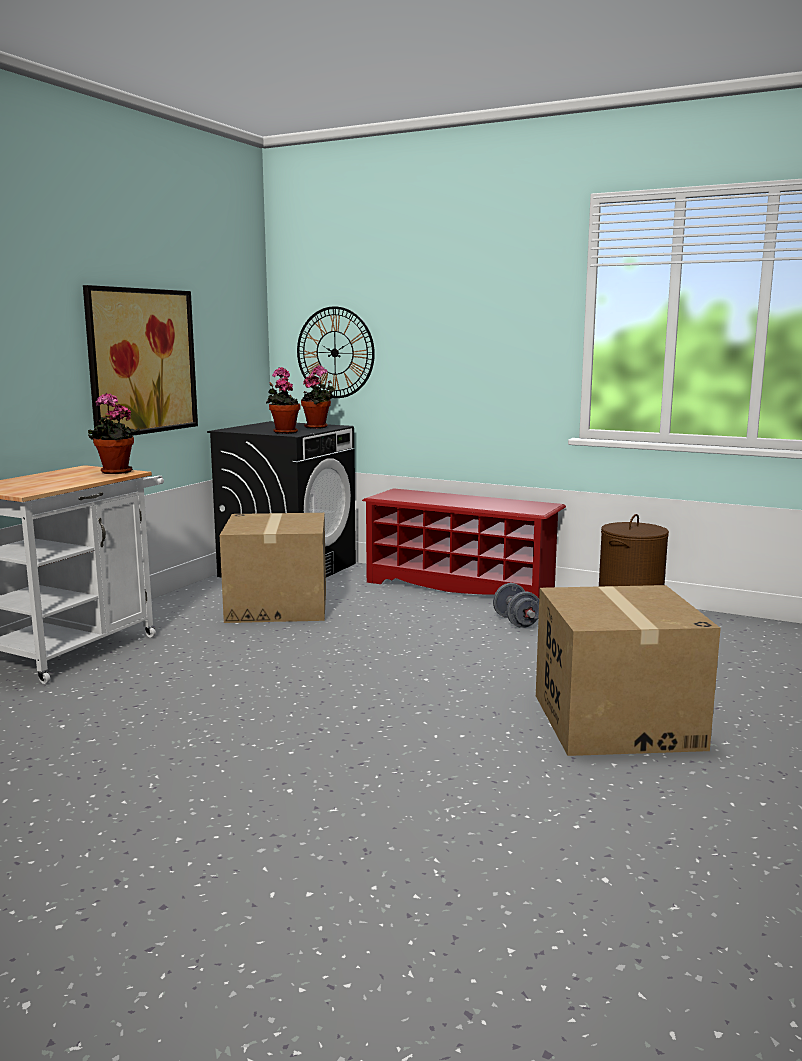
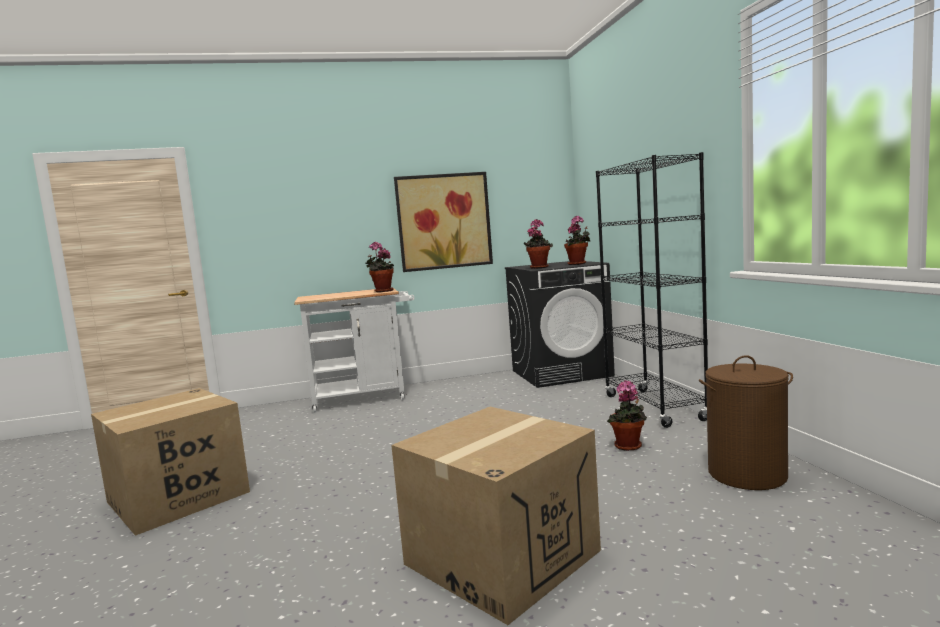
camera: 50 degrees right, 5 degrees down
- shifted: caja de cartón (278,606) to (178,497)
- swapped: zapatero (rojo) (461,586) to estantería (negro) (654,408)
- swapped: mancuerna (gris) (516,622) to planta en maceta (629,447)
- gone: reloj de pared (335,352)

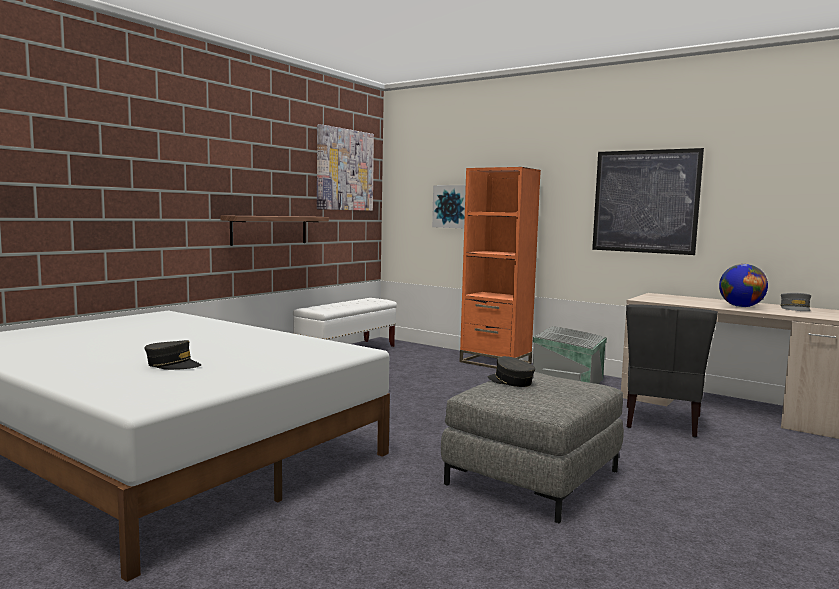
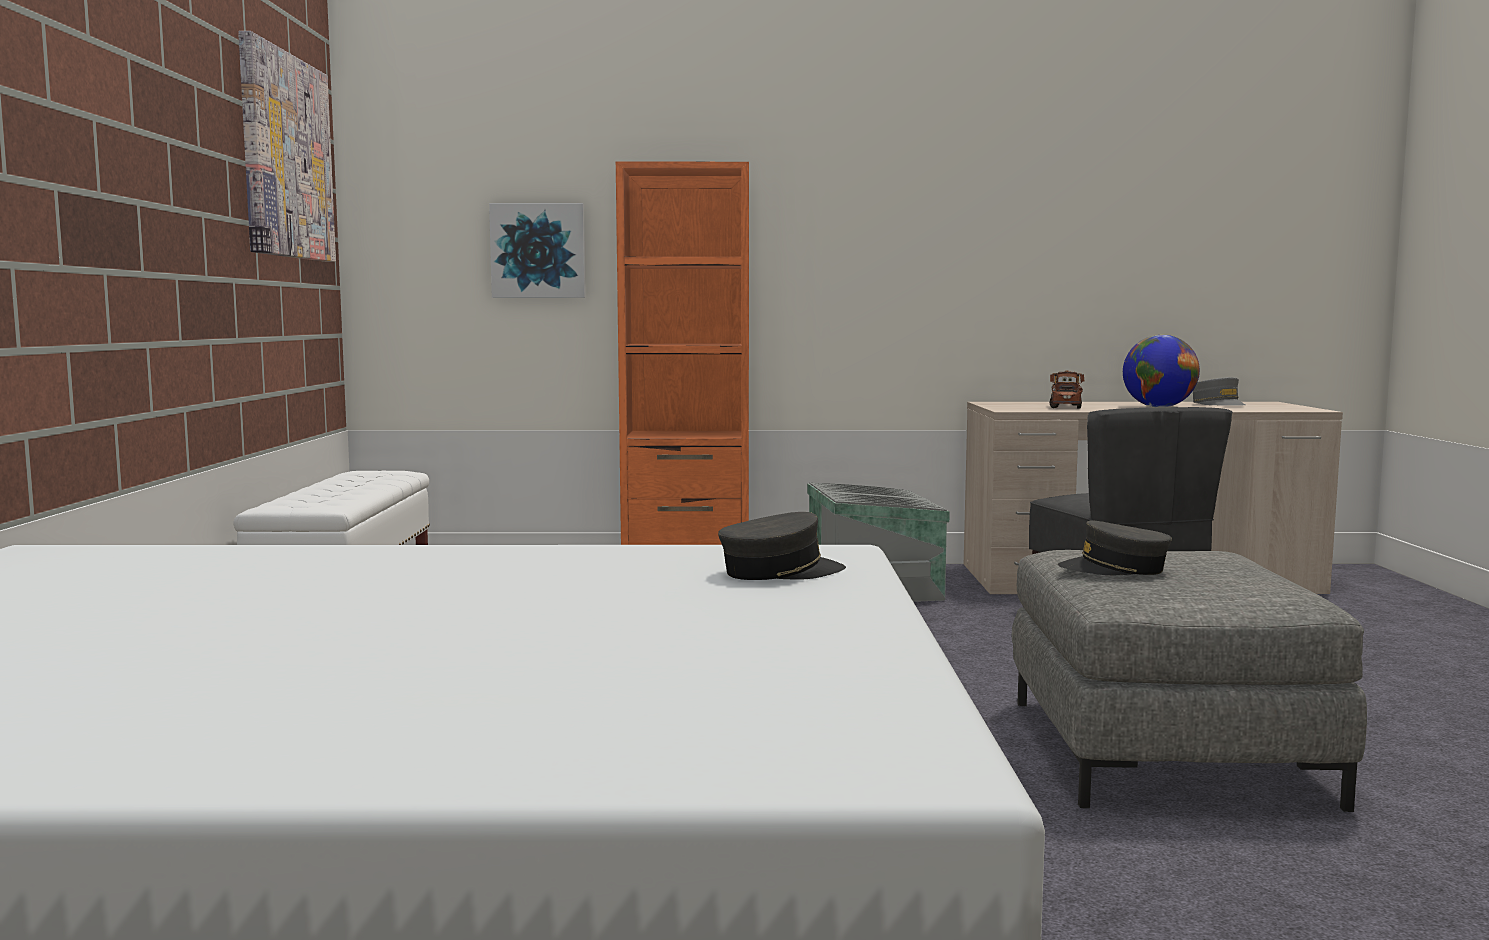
camera: 35 degrees left, 0 degrees up
- shifted: gorra (gris) (173,365) to (780,572)
- new: camión de juguete (1065,406)
- gone: estante (269,230)
- gone: cuadro (645,201)

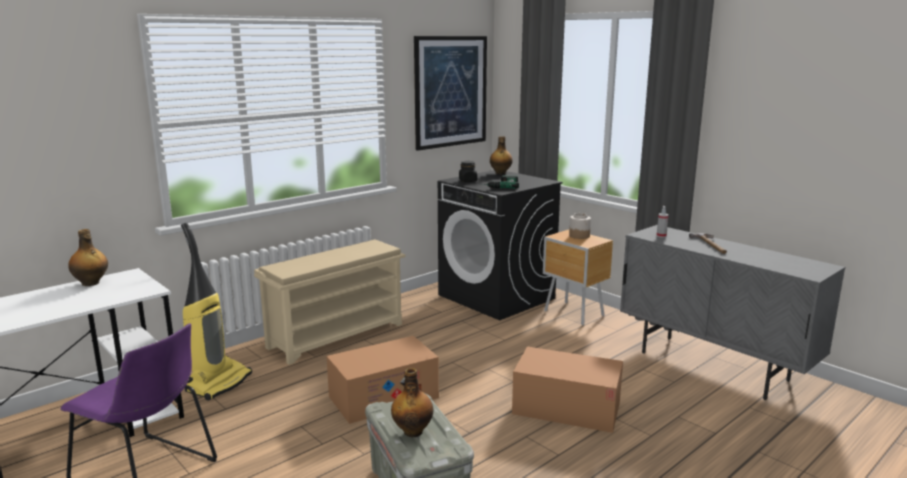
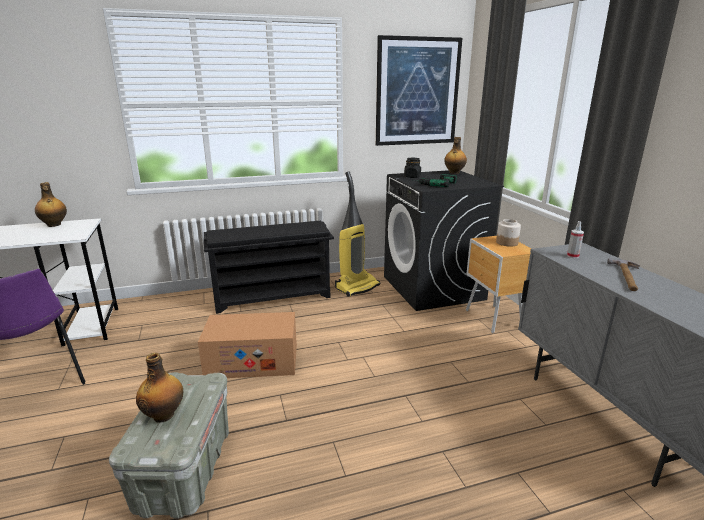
camera: 25 degrees right, 5 degrees up
- repainted: zapatero (beis) (337,335) to zapatero (negro) (273,296)
- shifted: aspiradora (218,383) to (357,287)
- gone: caja de cartón (566,408)

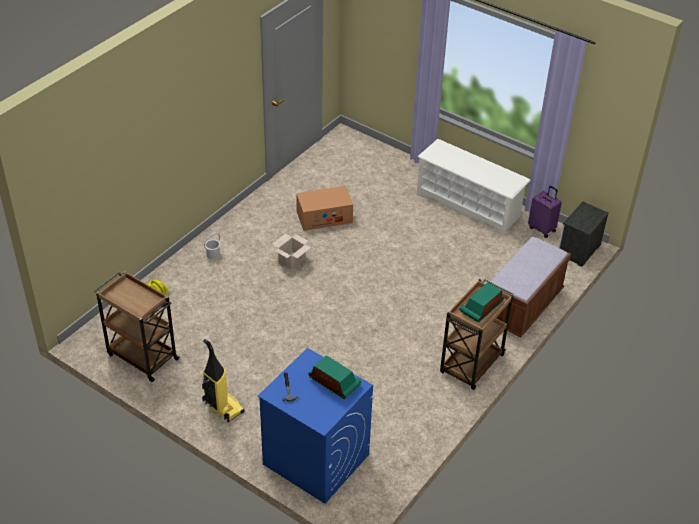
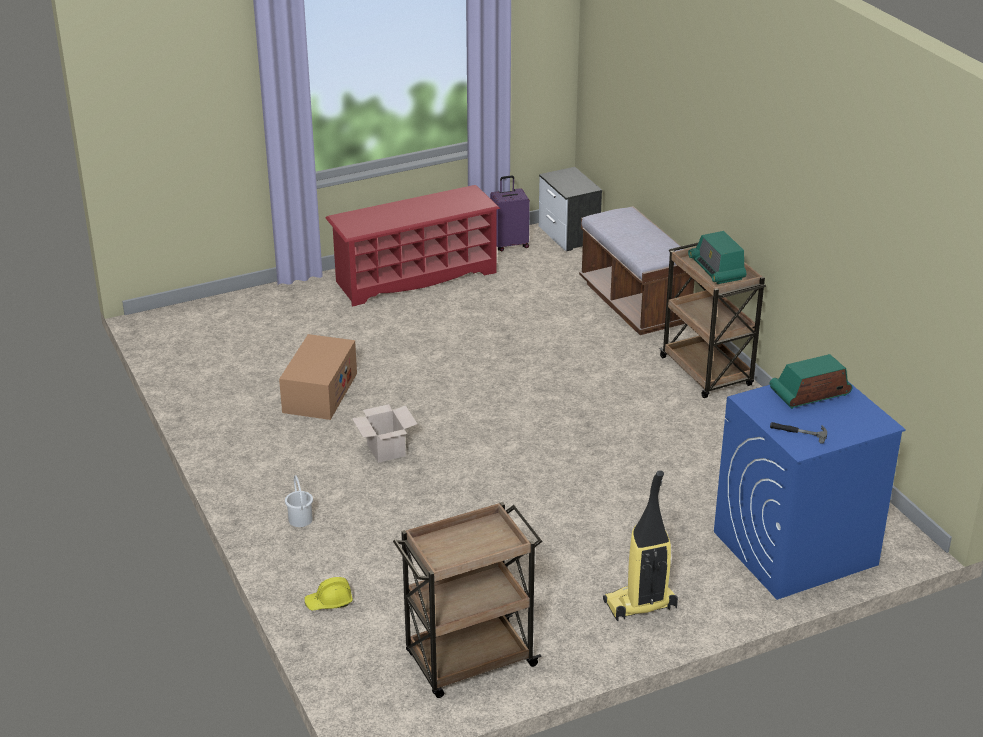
camera: 60 degrees left, 10 degrees down
- repainted: zapatero (blanco) (468,205) to zapatero (rojo) (415,277)

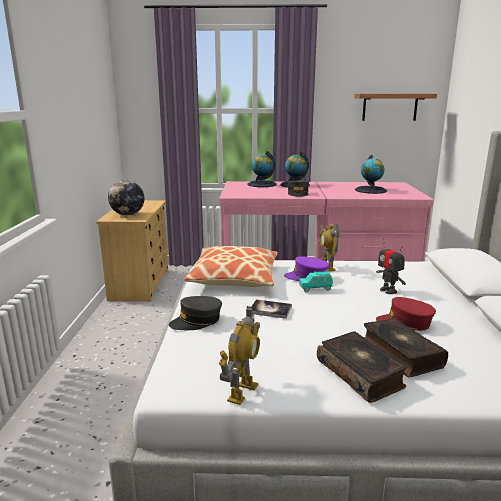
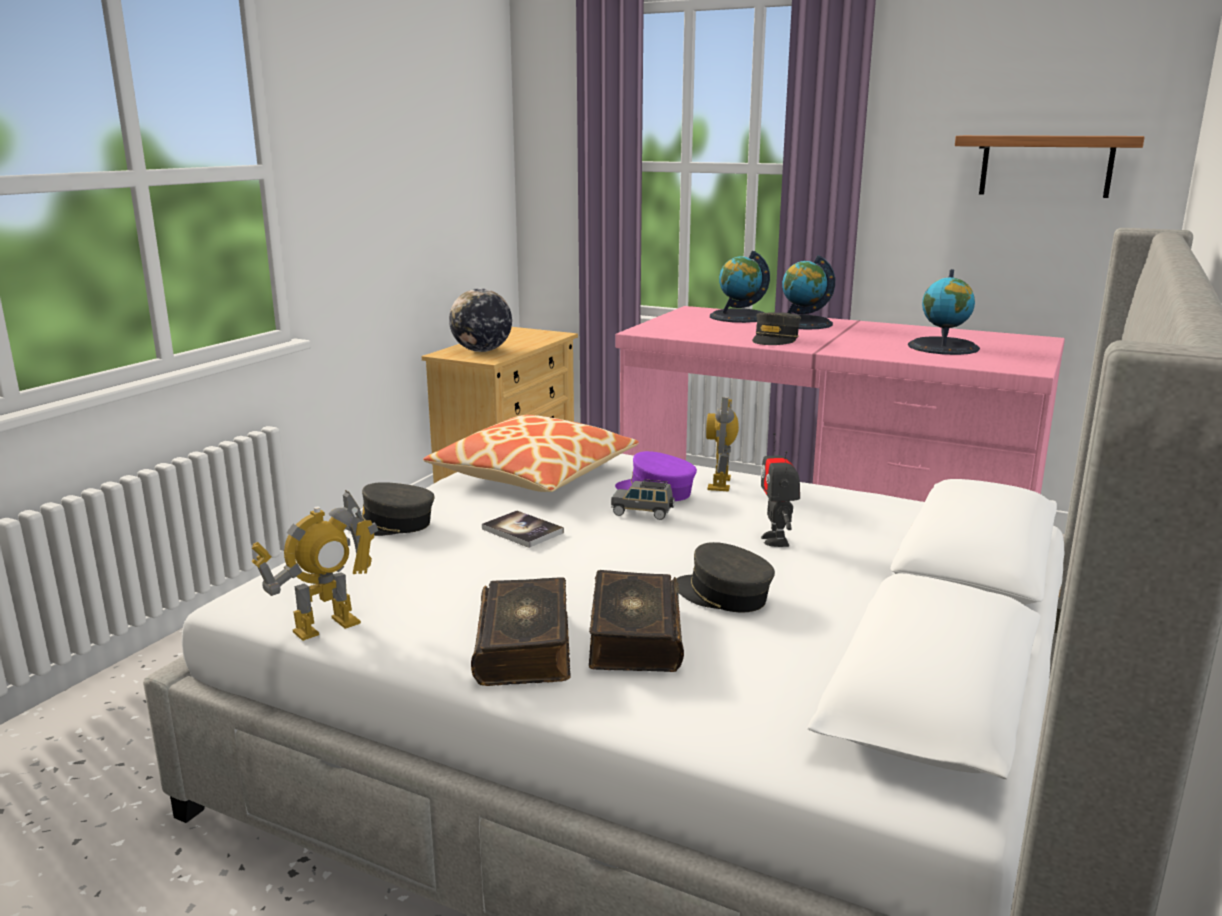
camera: 25 degrees right, 0 degrees up
- repainted: coche de juguete (turquesa) (315,289) to coche de juguete (gris) (643,513)
- repainted: gorra (rojo) (405,323) to gorra (gris) (722,595)

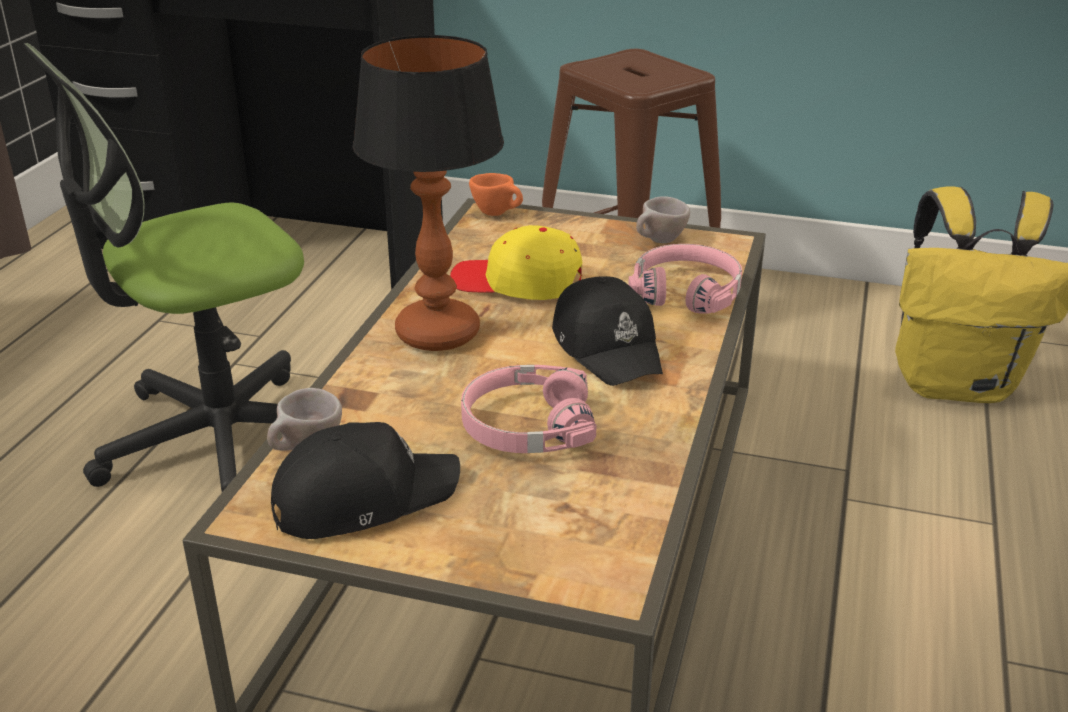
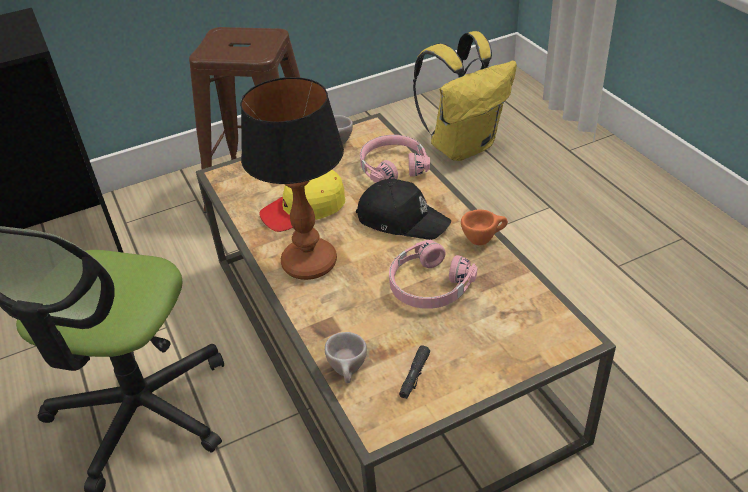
camera: 40 degrees left, 10 degrees up
- swapped: gorra (negro) (363,498) to linterna (negro) (414,376)
- shifted: taza (naranja) (498,214) to (483,239)

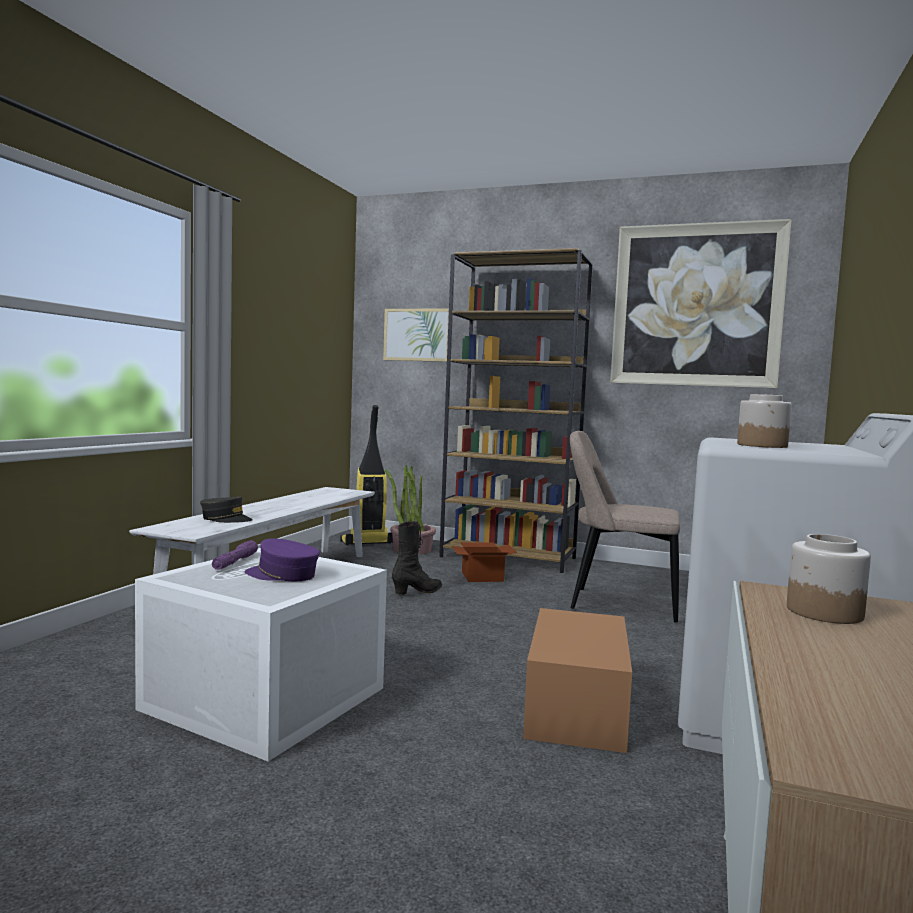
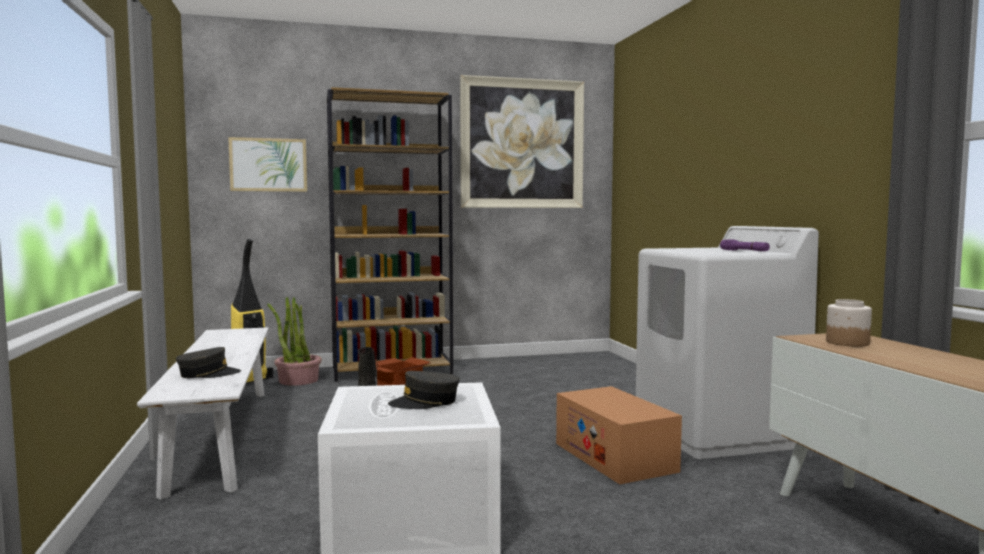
camera: 35 degrees left, 0 degrees up
- repainted: gorra (morado) (282,575) to gorra (gris) (425,402)
- shifted: linterna (morado) (235,562) to (744,251)
- gone: silla (beis) (618,604)
- gone: tarro (762,445)

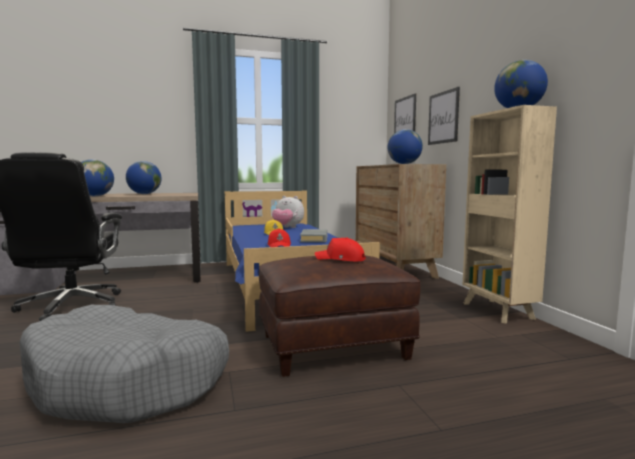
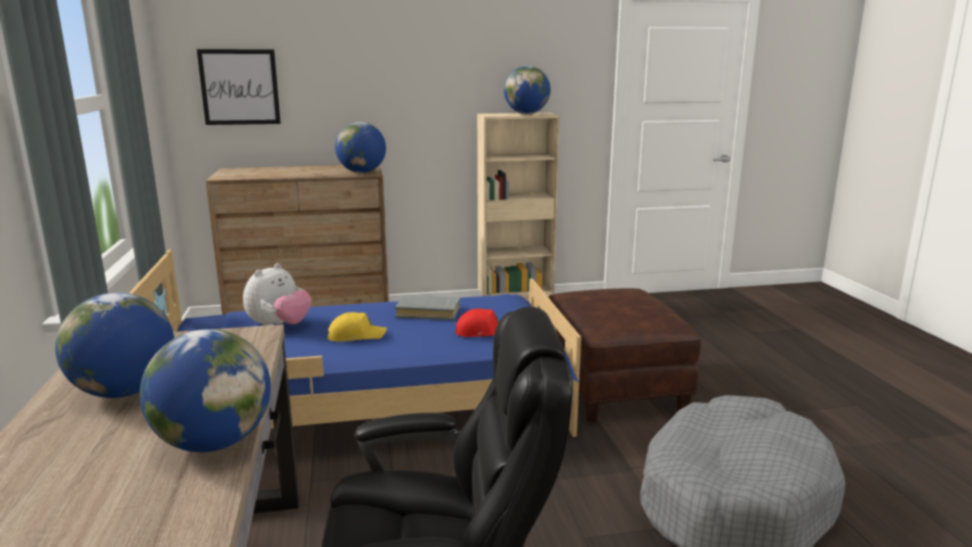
camera: 85 degrees left, 10 degrees up
- gone: gorra (rojo) (340,259)
- gone: cuadro (443,117)

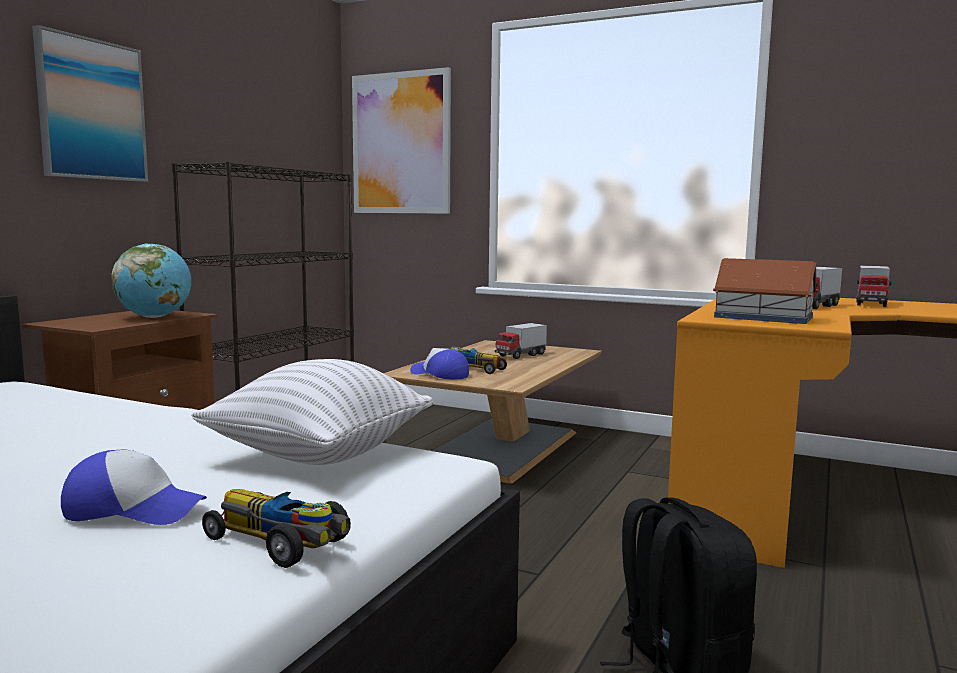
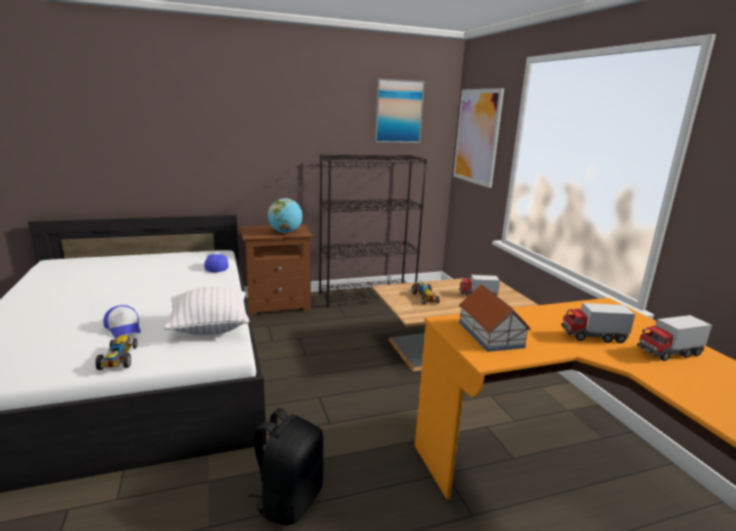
camera: 45 degrees right, 10 degrees up
- shifted: gorra (440,374) to (217,266)
- shifted: cuadro (91,110) to (398,111)

